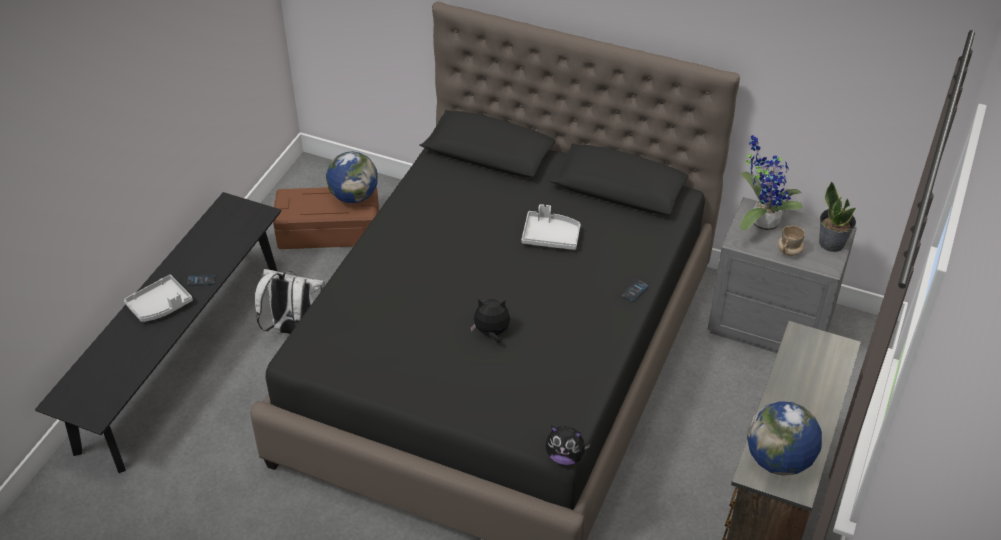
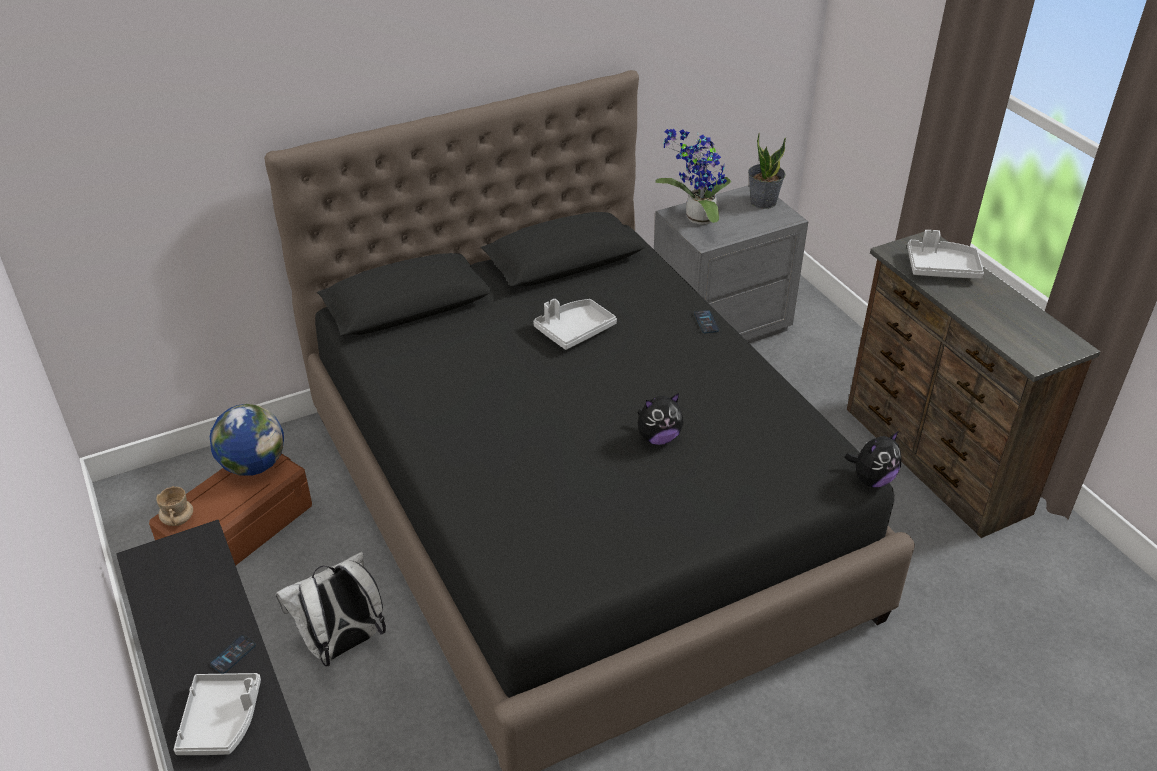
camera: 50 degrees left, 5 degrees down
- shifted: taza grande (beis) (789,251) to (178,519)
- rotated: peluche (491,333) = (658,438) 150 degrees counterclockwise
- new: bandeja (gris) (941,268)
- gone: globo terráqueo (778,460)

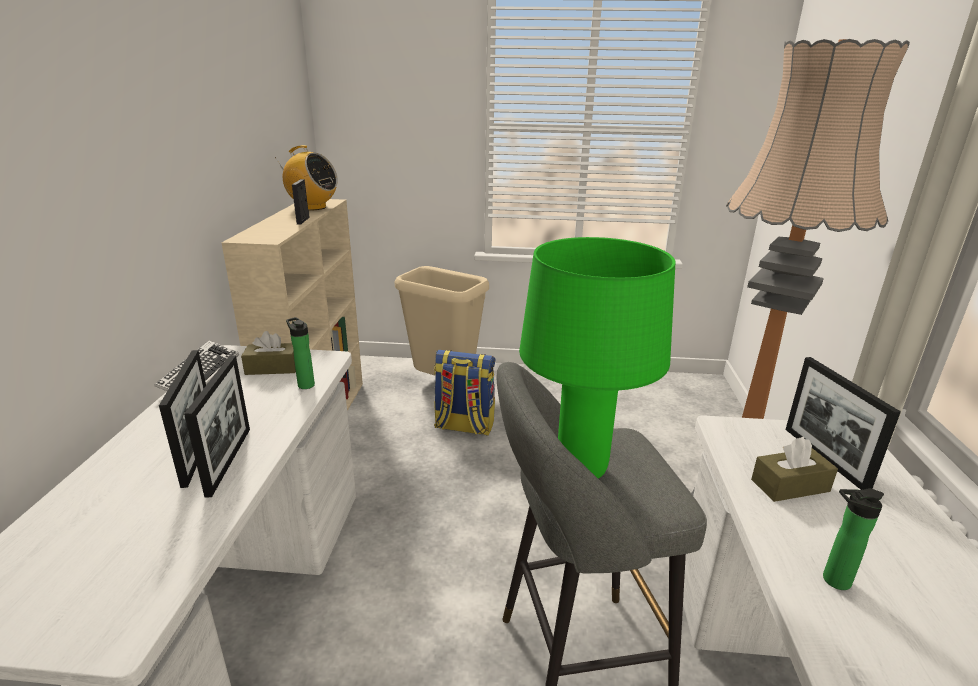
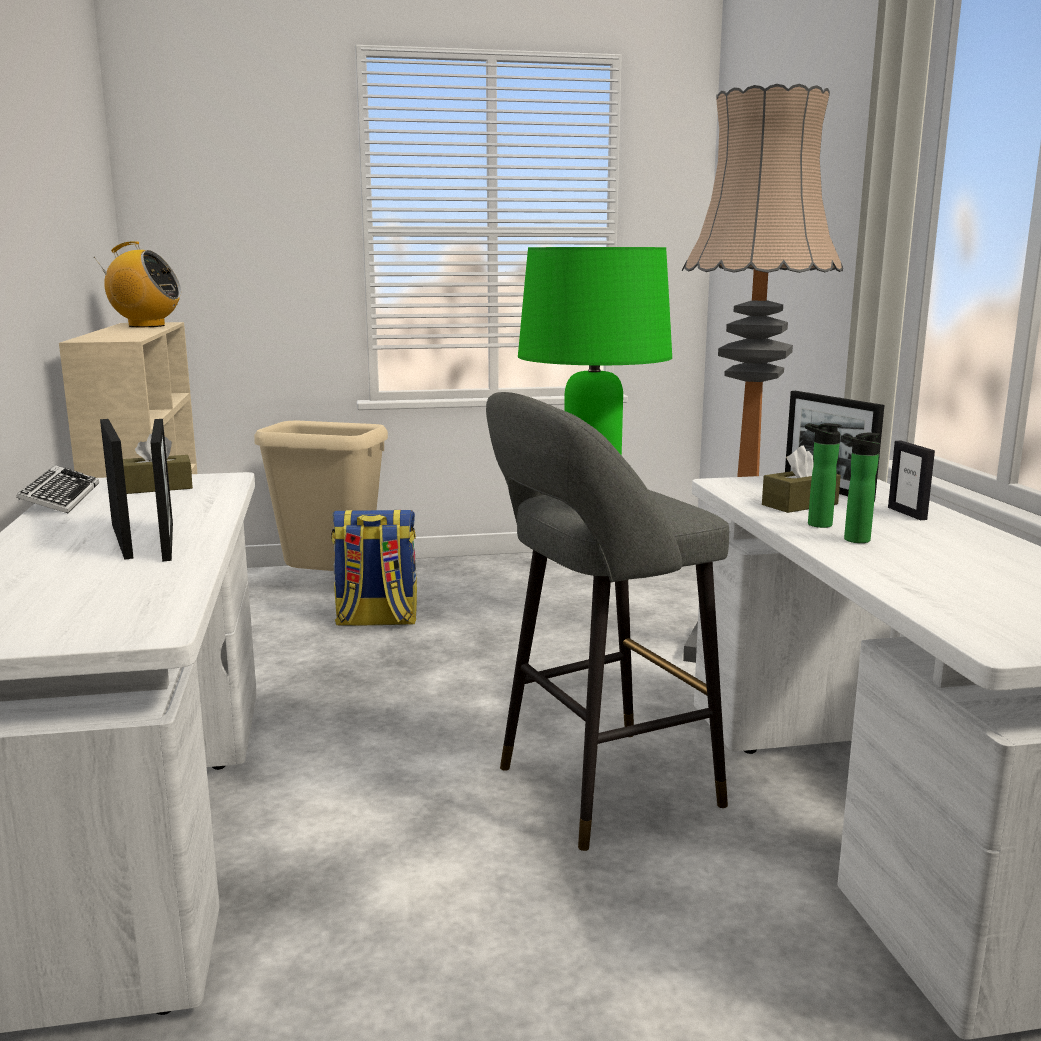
camera: 15 degrees left, 10 degrees down
- shifted: botella (305,384) to (815,524)
- shifted: portarretratos (303,221) to (907,513)

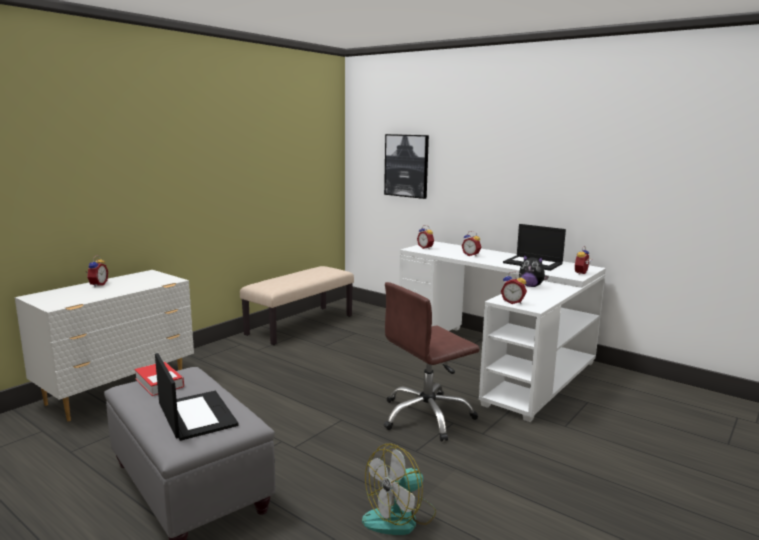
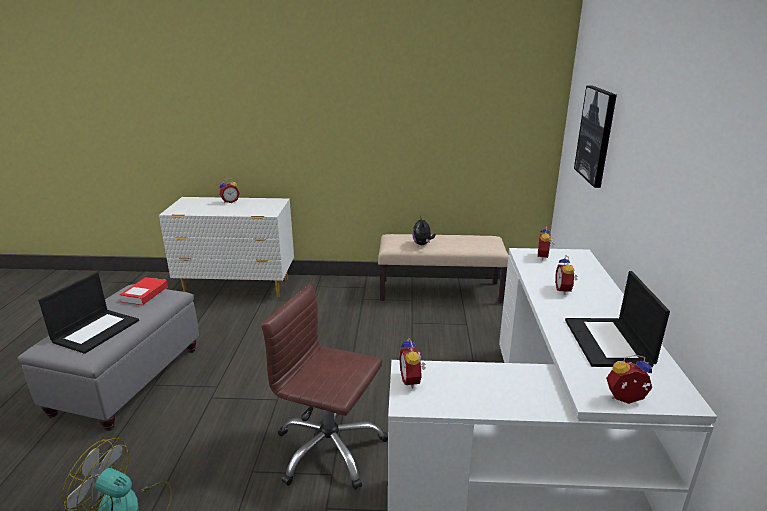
camera: 55 degrees right, 10 degrees up
- shifted: peluche (531,286) to (422,244)

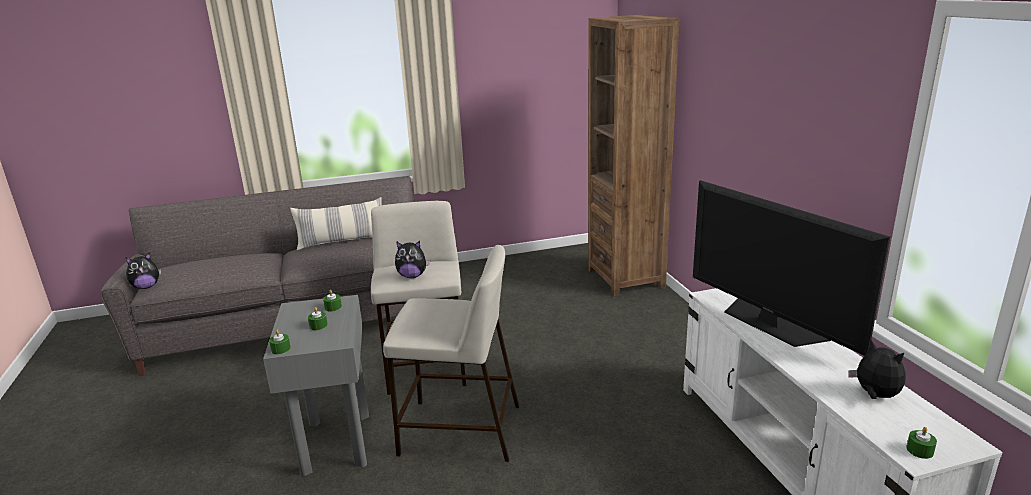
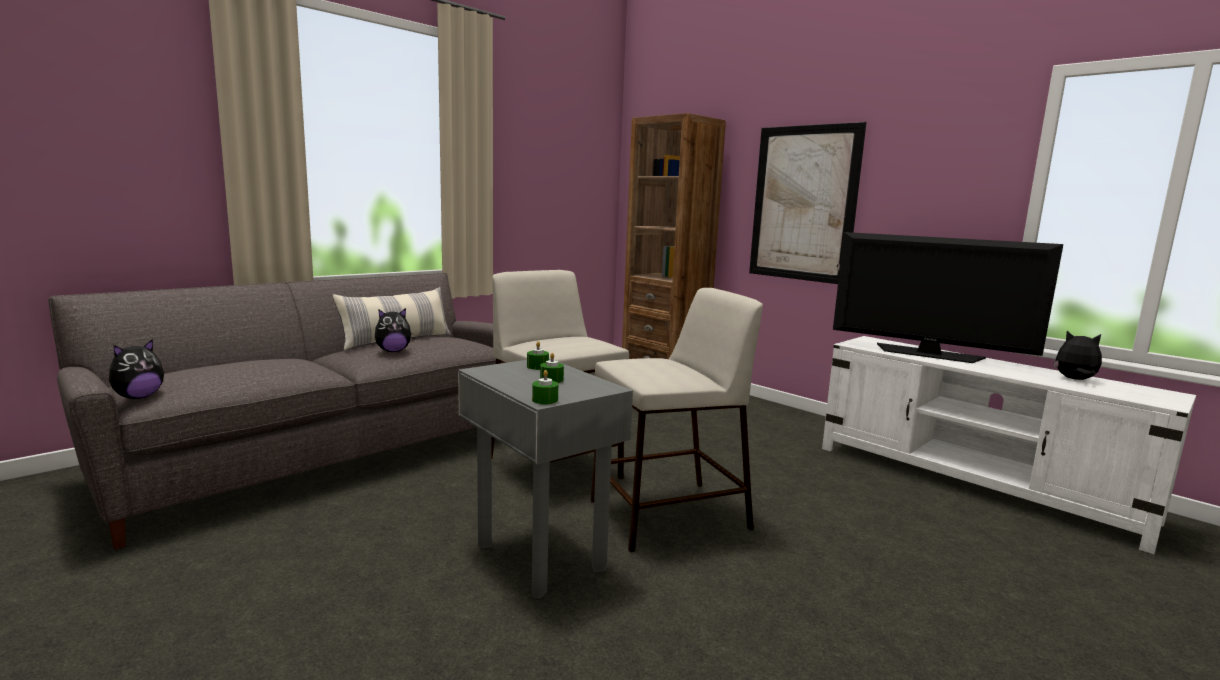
camera: 30 degrees left, 10 degrees down
- shifted: peluche (412,276) to (393,351)
- new: cuadro (803,203)
- gone: vela (verde) (919,450)

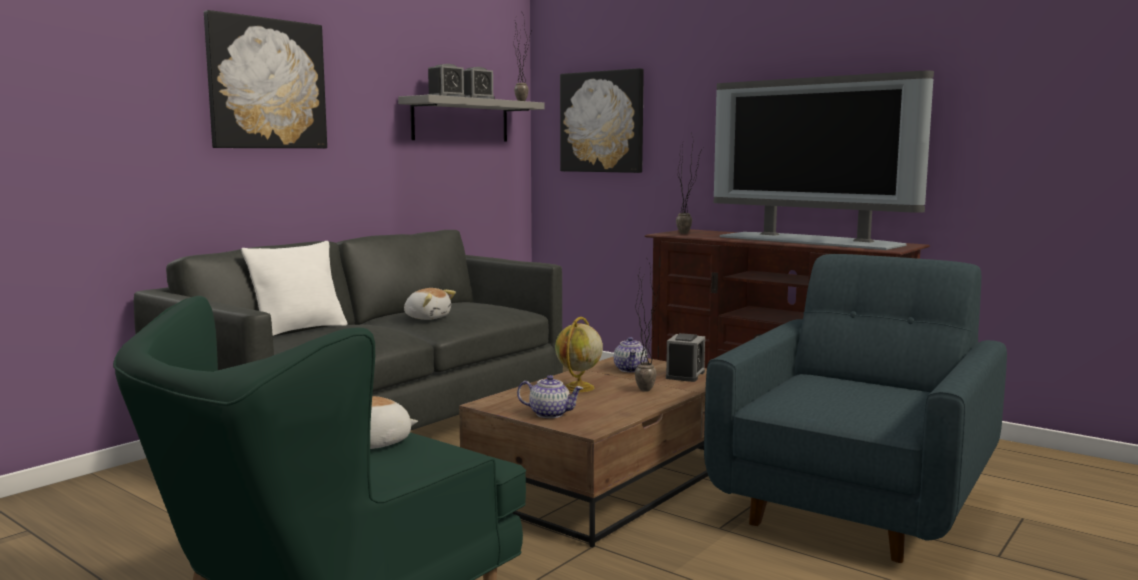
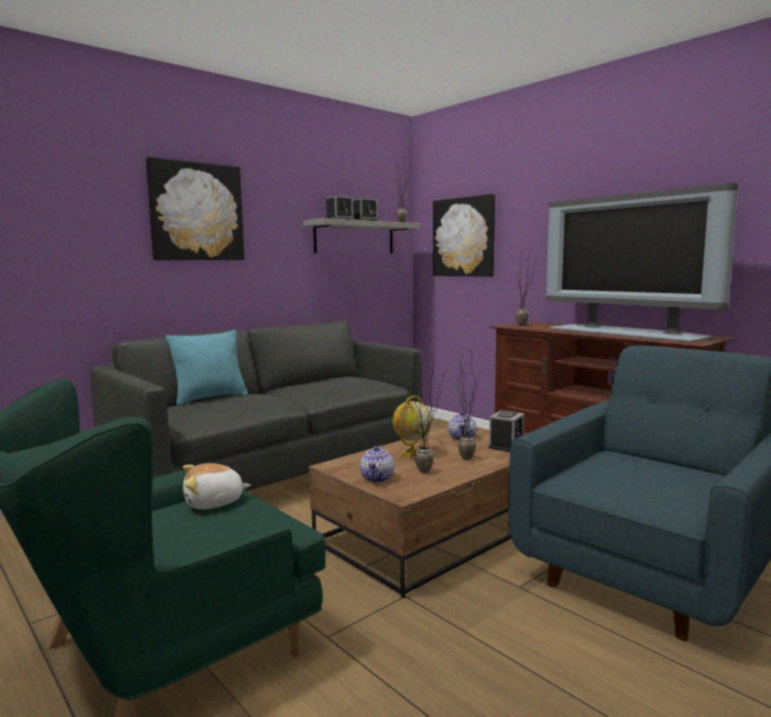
camera: 10 degrees right, 0 degrees up
- repainted: cojín (blanco) (299,330) to cojín (turquesa) (210,398)
- rotated: tetera (550,414) = (377,478) 75 degrees clockwise
- new: planta en maceta (430,472)
- gone: peluche (427,317)

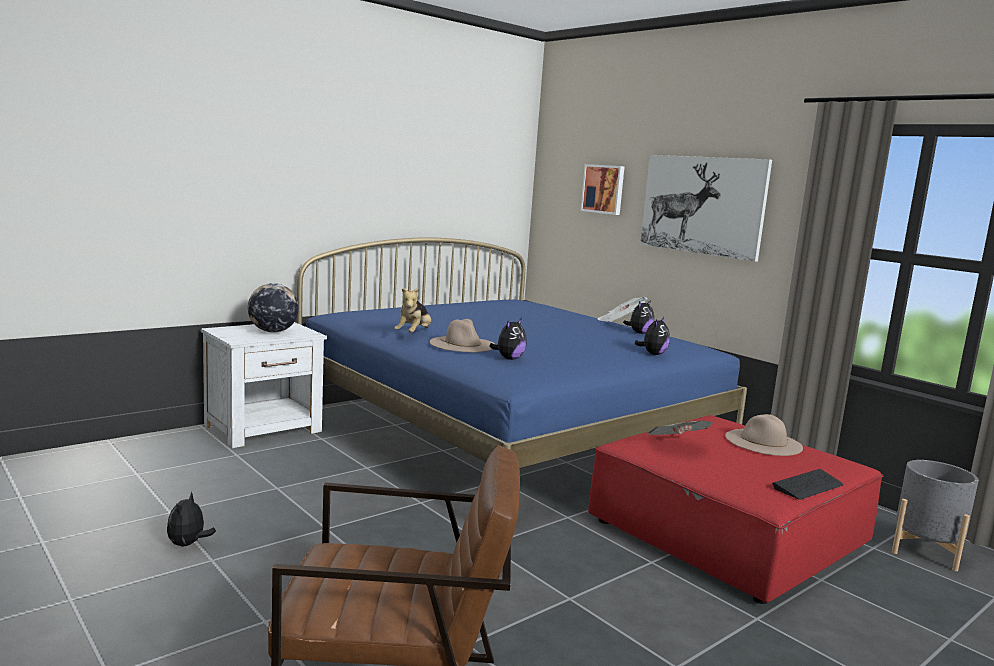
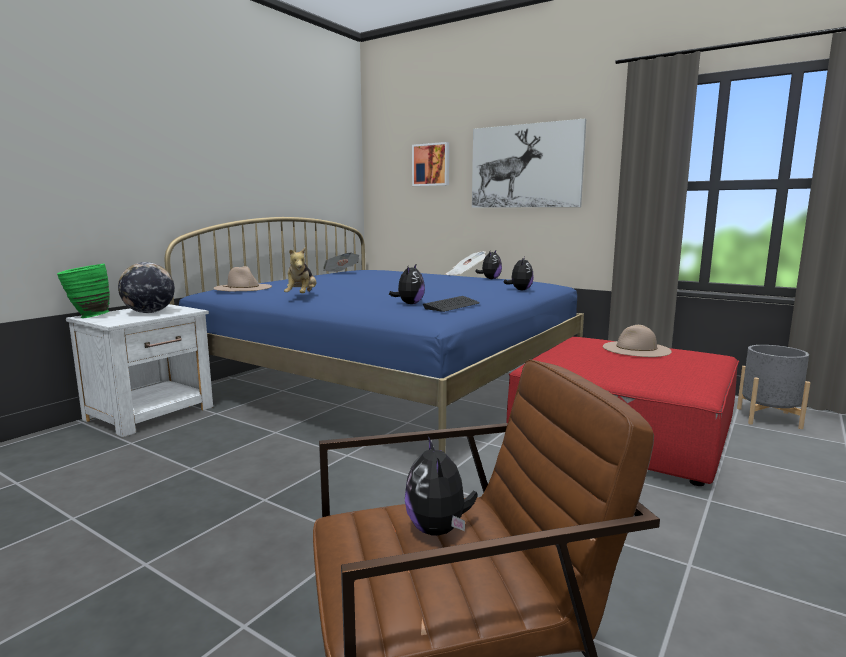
camera: 15 degrees left, 0 degrees up
- new: florero (verde) (87,317)
- shifted: sombrero (beis) (462,344) to (243,287)
- shifted: periódico (676,444) to (341,273)
- shifted: peluche (188,544) to (439,529)
- shifted: teclado (808,486) to (452,305)

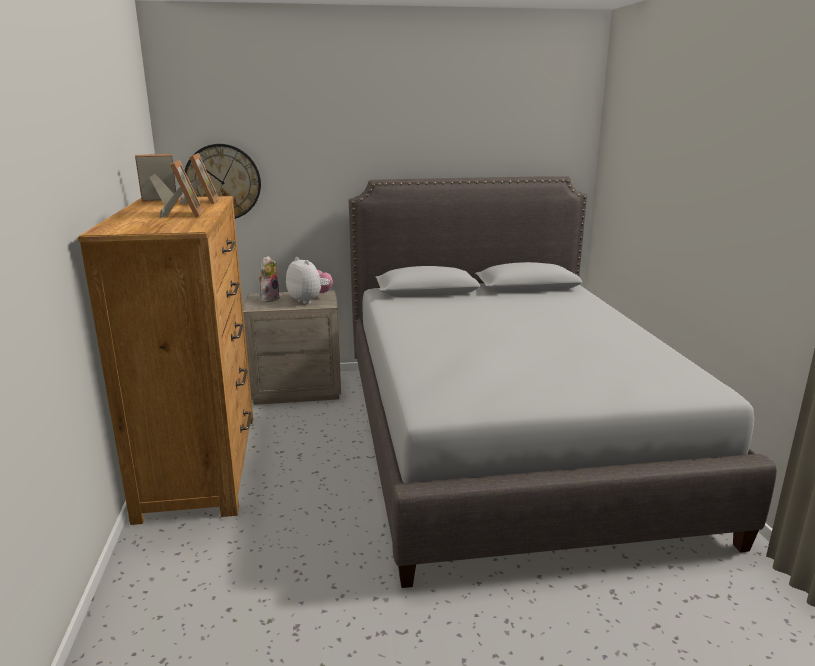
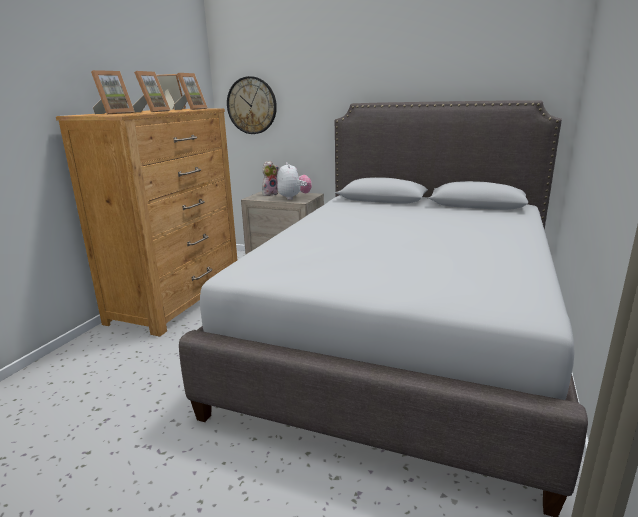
camera: 30 degrees right, 0 degrees up
- new: portarretratos (114,113)

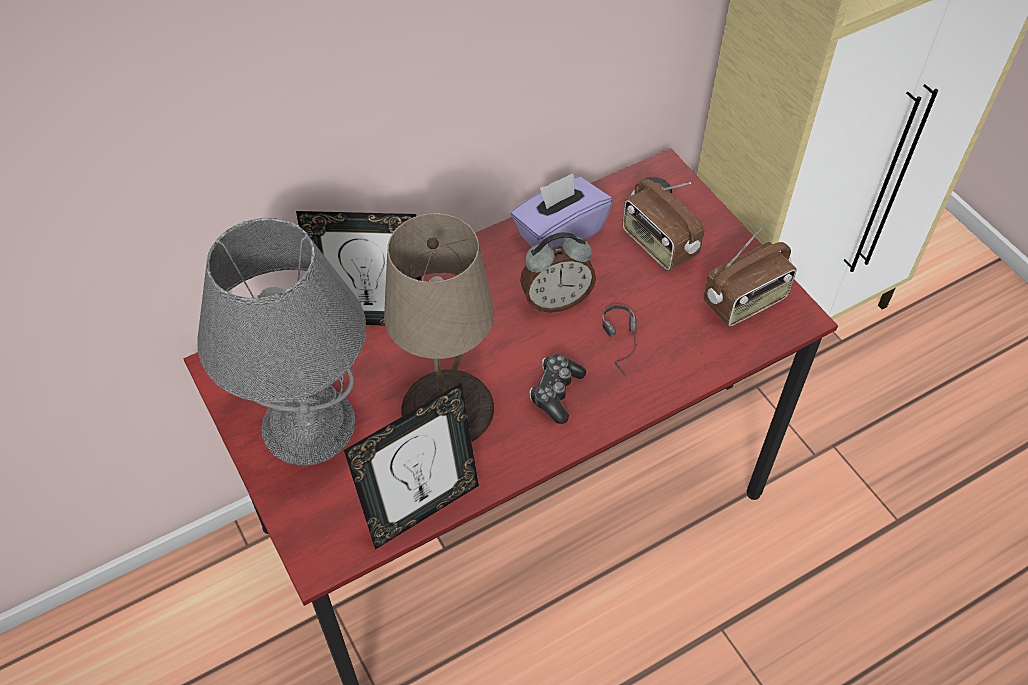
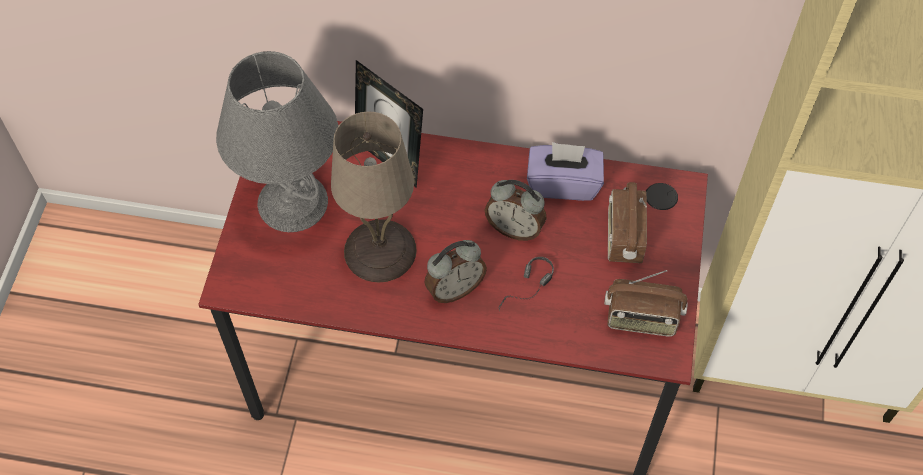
camera: 40 degrees right, 5 degrees up
- swapped: mando de consola (556,392) to despertador (454,288)
- gone: portarretratos (422,509)

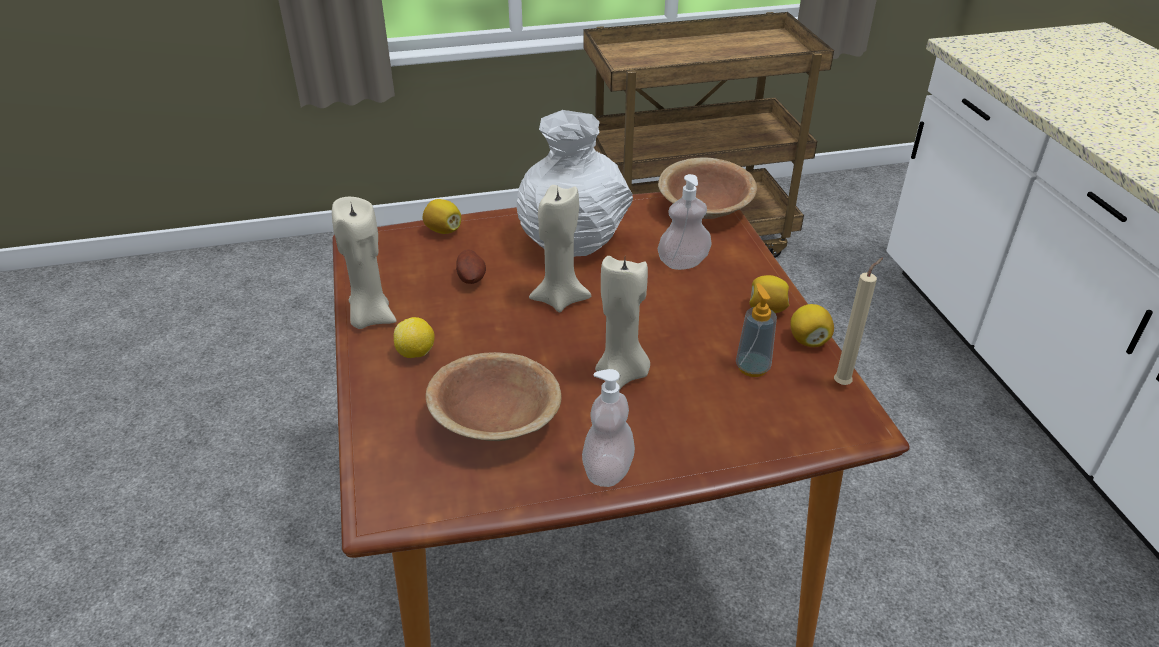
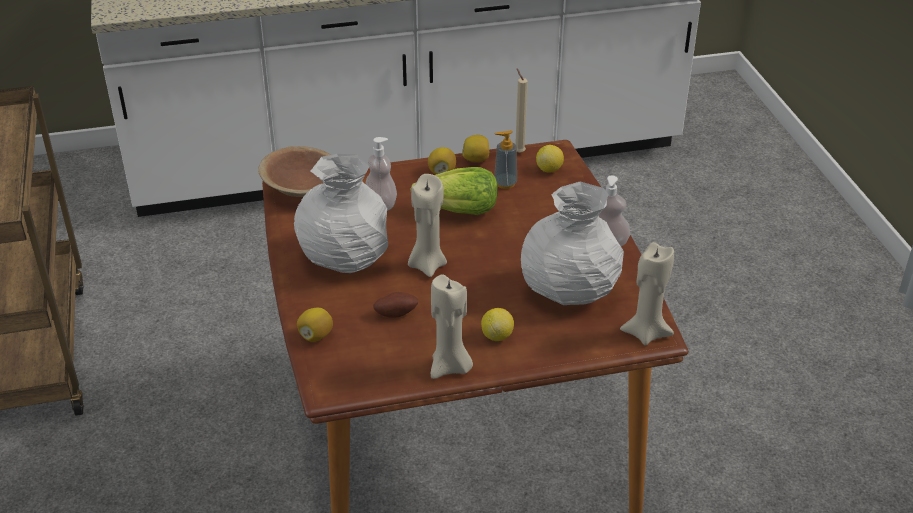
camera: 90 degrees left, 0 degrees up
- new: lechuga (458,211)
- swapped: cuenco (marrón) (496,421) to florero (blanco) (568,291)
- new: limón (549,169)
- shifted: vela (beis) (622,375) to (646,333)

